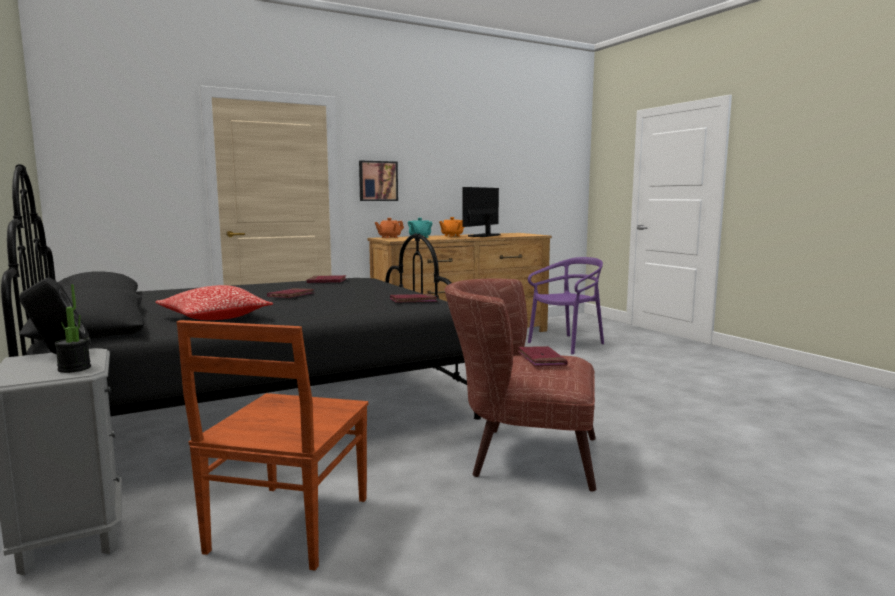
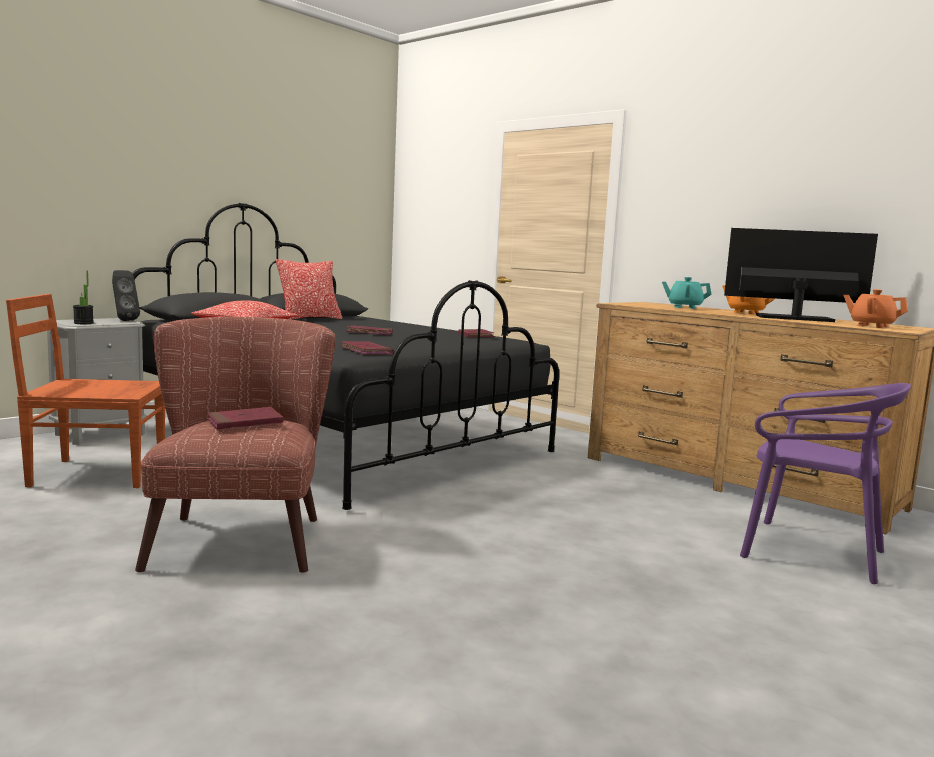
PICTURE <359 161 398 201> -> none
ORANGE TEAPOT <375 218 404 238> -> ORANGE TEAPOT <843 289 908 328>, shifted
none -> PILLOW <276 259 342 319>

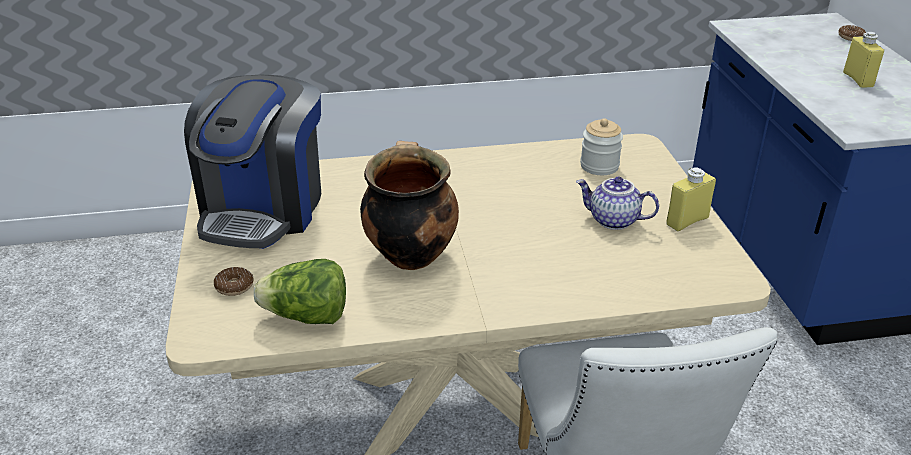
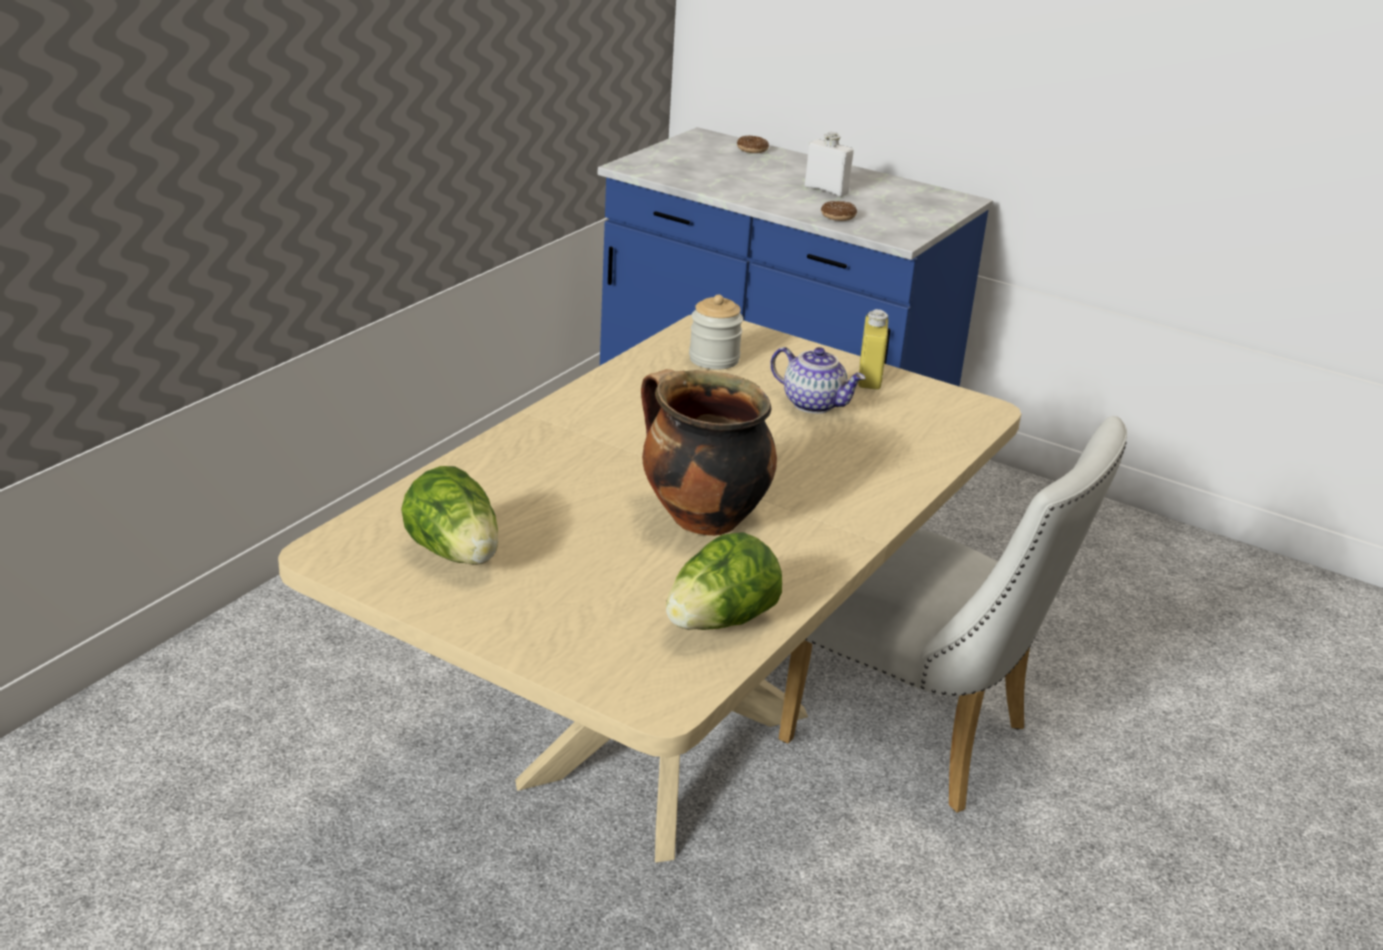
YELLOW BOTTLE <843 32 884 88> -> WHITE BOTTLE <805 132 853 197>
COFFEE MACHINE <184 75 321 249> -> LETTUCE <401 466 498 565>
TEAPOT <576 177 659 230> -> TEAPOT <770 347 865 414>, 120 degrees counterclockwise
DONUT <214 267 254 296> -> DONUT <821 201 857 221>, shifted

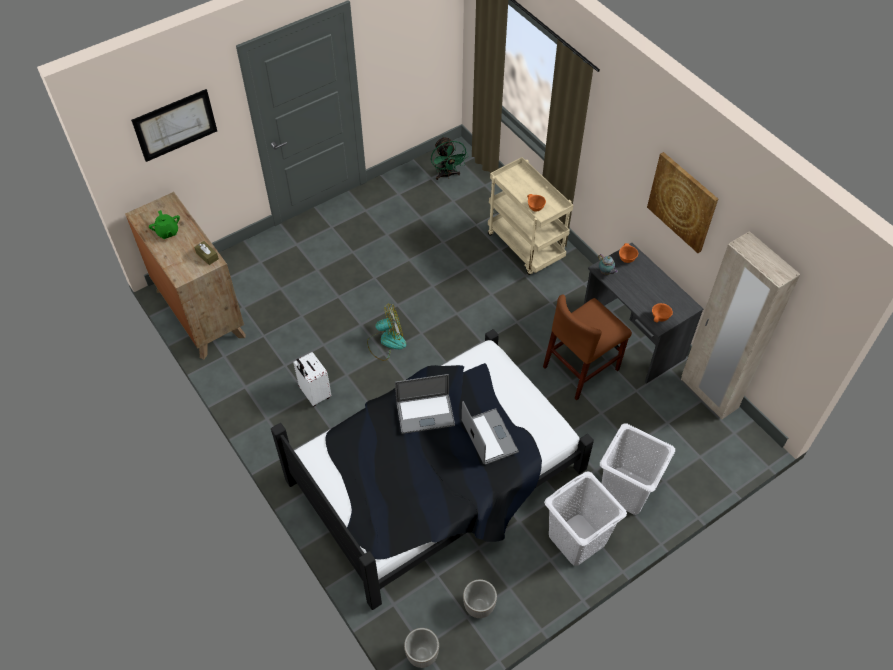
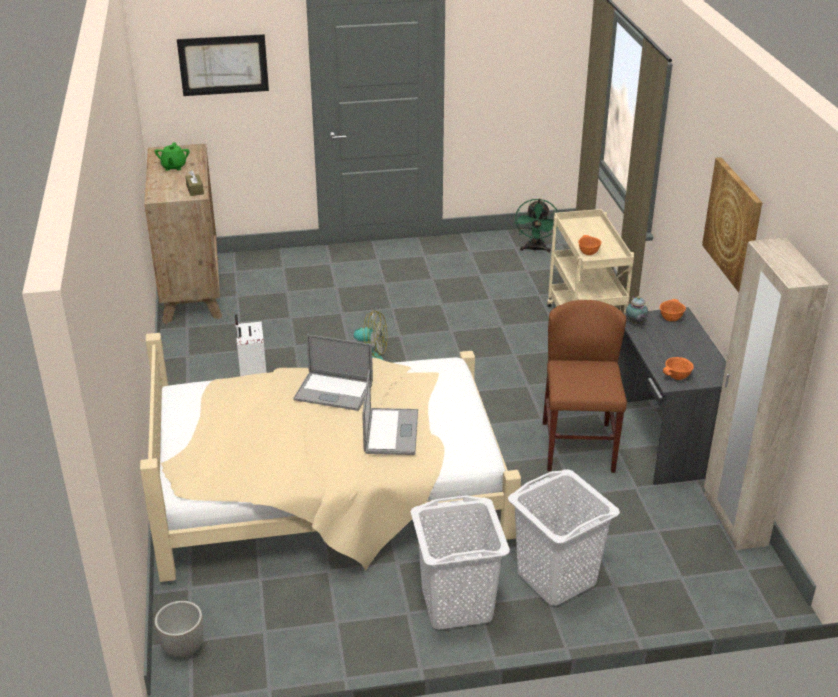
BROWN CHAIR <543 294 632 400> -> BROWN CHAIR <543 300 627 473>, 105 degrees clockwise
BLACK BED <271 329 594 610> -> BEIGE BED <140 333 521 582>
PLANTER <463 579 497 618> -> none

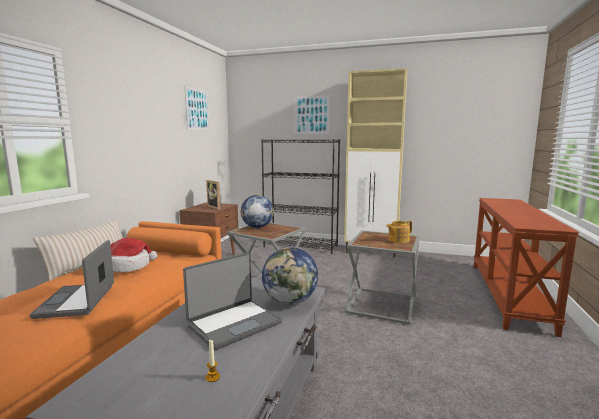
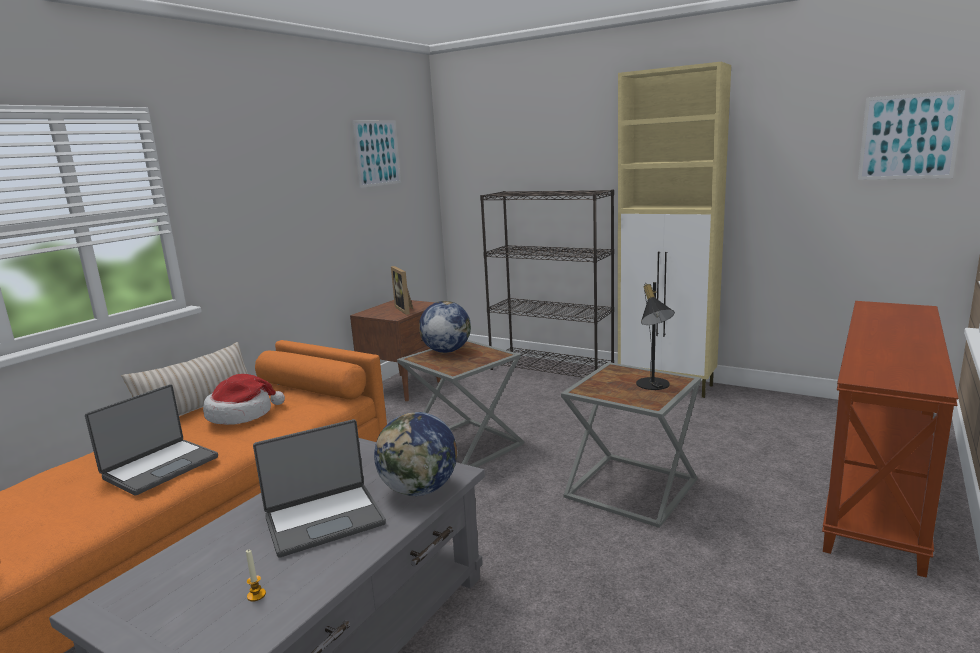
PICTURE <294 96 330 134> -> PICTURE <858 90 965 180>, shifted
TEAPOT <386 221 412 243> -> BLACK TABLE LAMP <636 282 675 390>
LAPTOP <30 240 114 319> -> LAPTOP <85 384 218 496>, 150 degrees counterclockwise

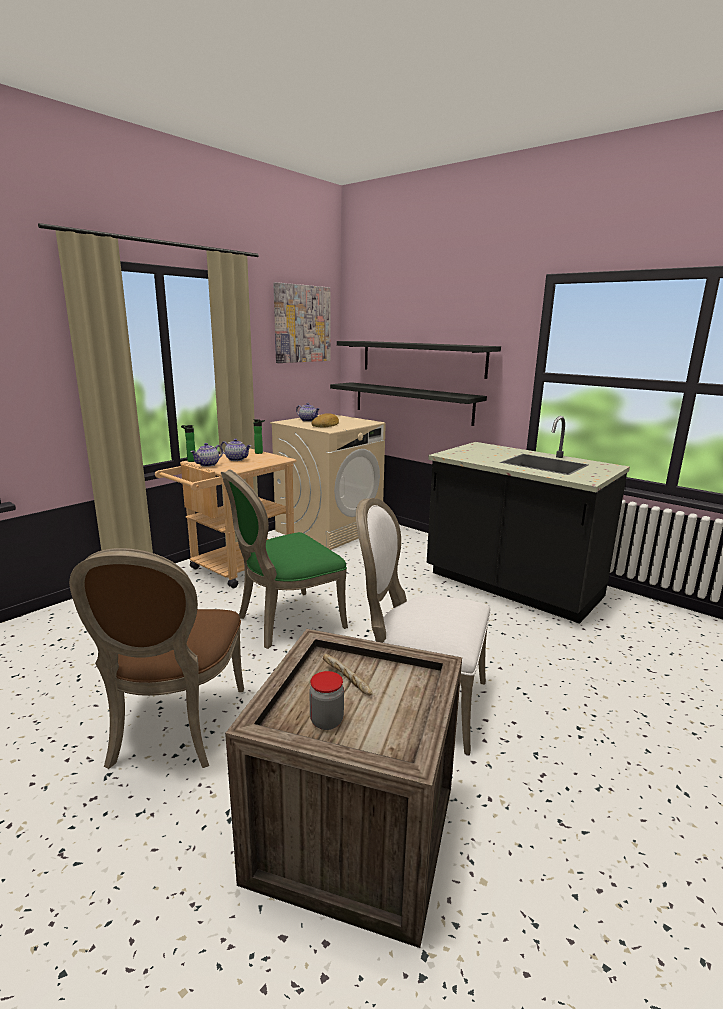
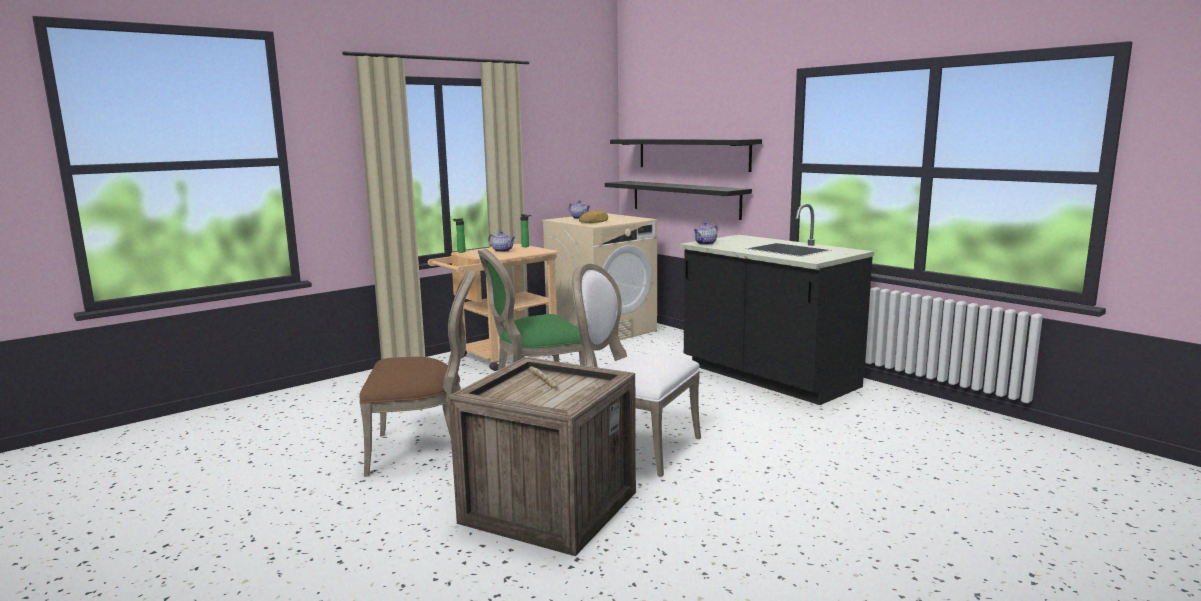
PICTURE <273 282 330 363> -> none
TEAPOT <190 443 223 467> -> TEAPOT <693 222 718 245>, shifted
BROWN CHAIR <69 548 244 769> -> BROWN CHAIR <359 270 476 477>, 105 degrees counterclockwise
JAR <309 671 344 730> -> none

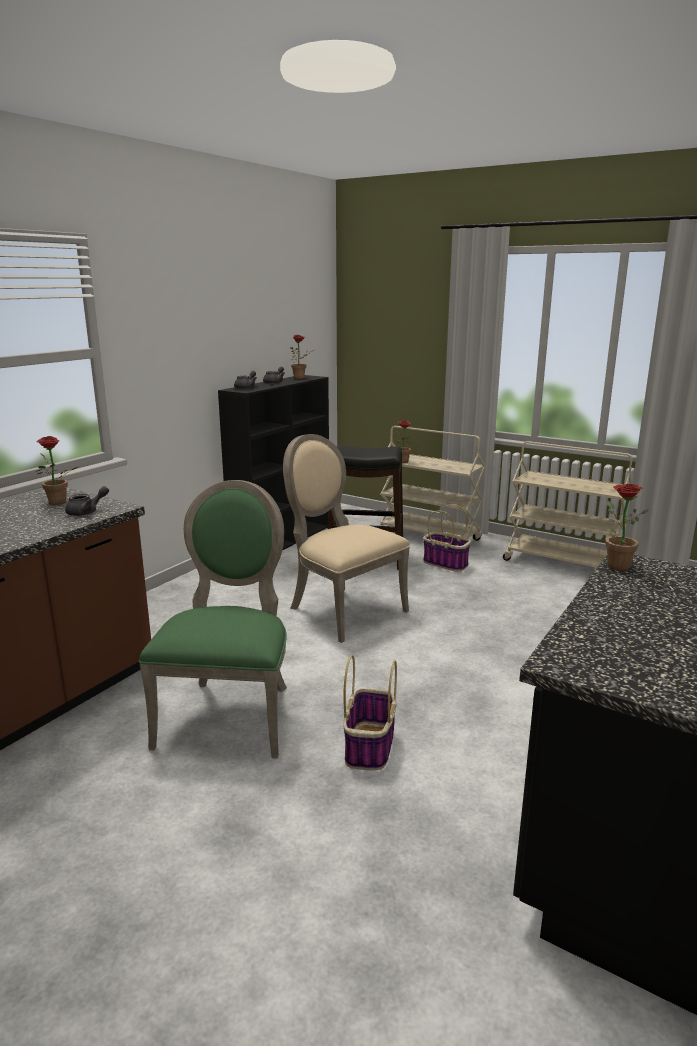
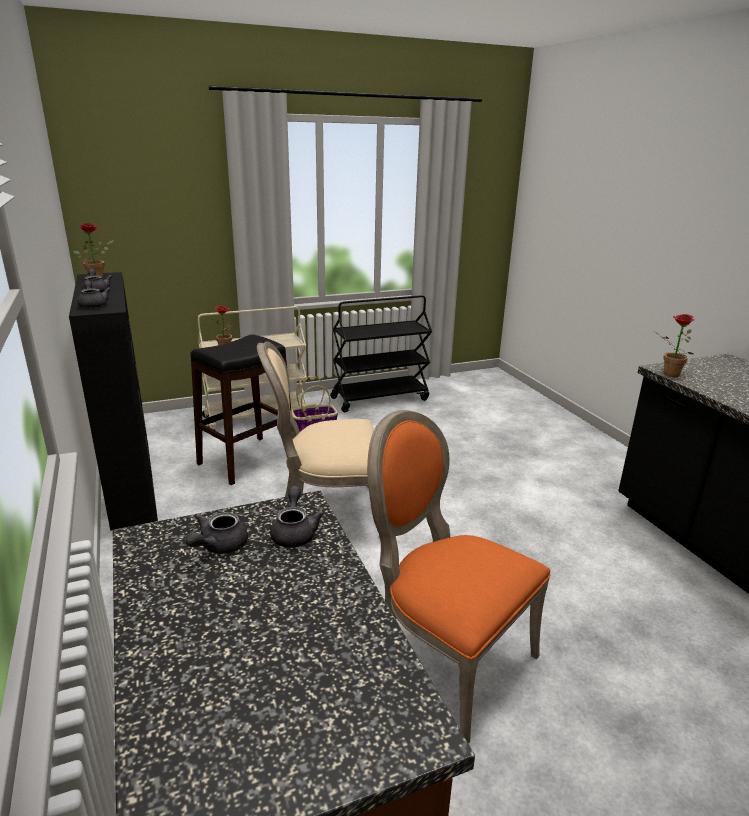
POTTED PLANT <36 436 78 505> -> GREY TEAPOT <186 512 248 554>
BEIGE CART <503 441 632 568> -> BLACK CART <330 295 432 412>
GREEN CHAIR <139 480 287 759> -> ORANGE CHAIR <367 410 550 744>
BASKET <343 655 397 770> -> none

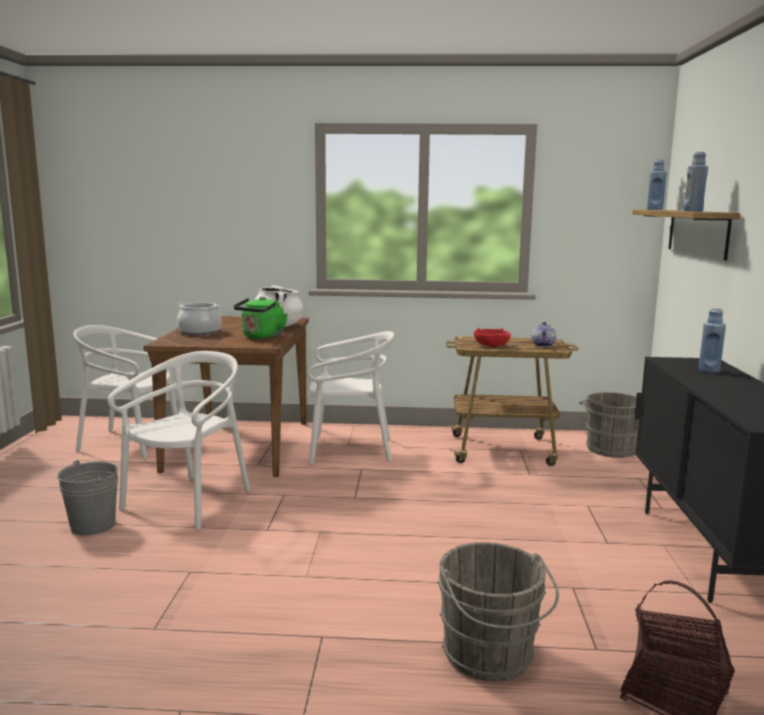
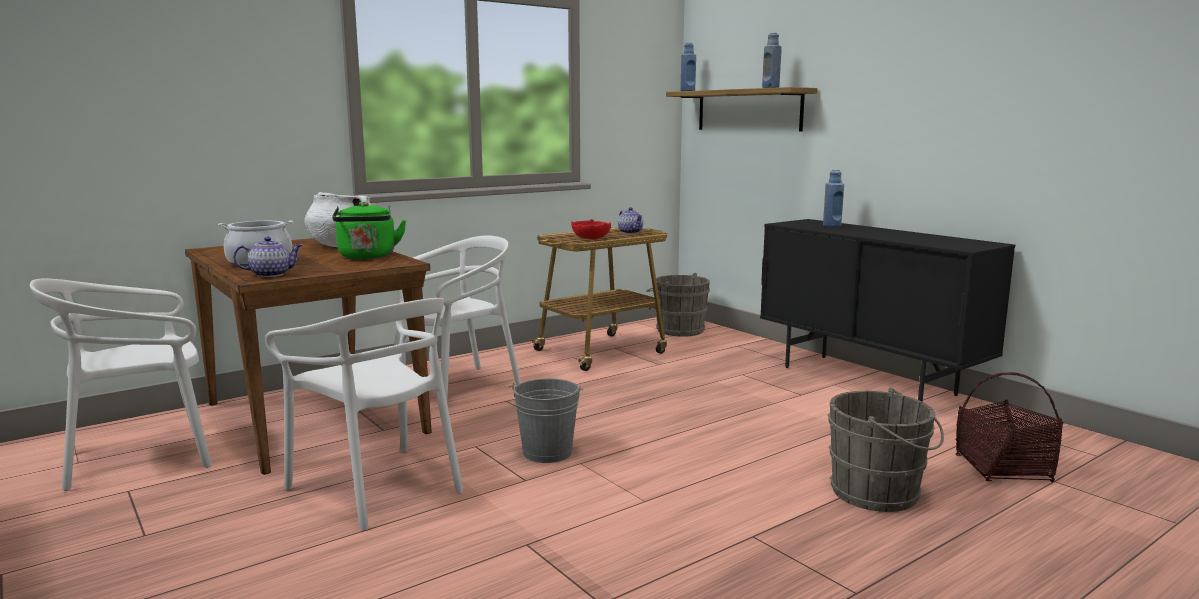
WHITE CHAIR <108 351 250 530> -> WHITE CHAIR <265 298 463 531>, 150 degrees clockwise
GREY BUCKET <57 460 118 536> -> GREY BUCKET <509 378 583 463>, shifted
none -> TEAPOT <233 237 302 277>

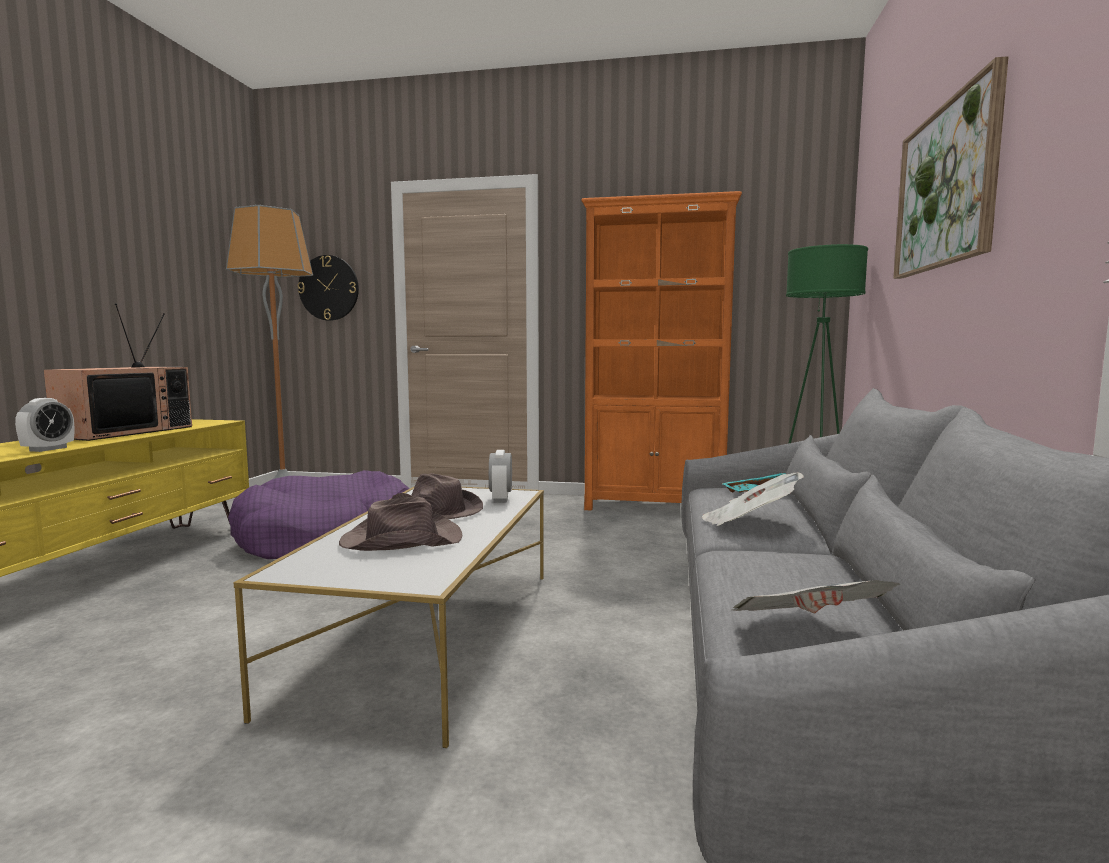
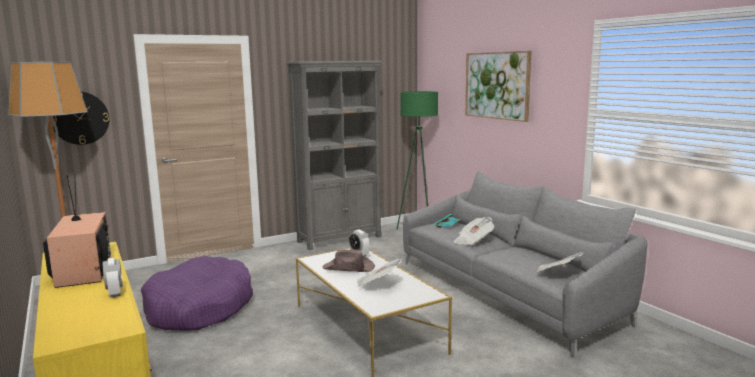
ORANGE BOOKCASE <581 191 742 511> -> GREY BOOKCASE <286 61 382 250>
BROWN HAT <339 497 462 551> -> NEWSPAPER <357 259 402 287>

